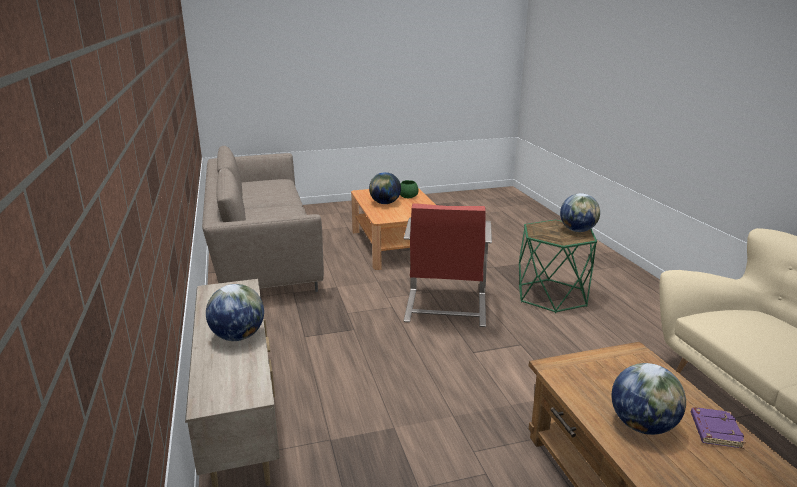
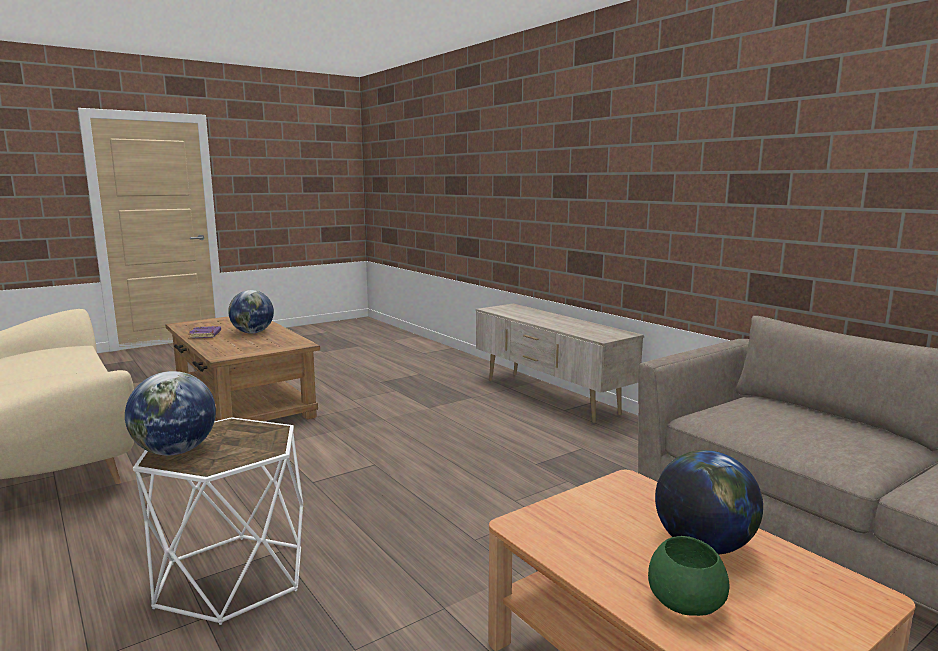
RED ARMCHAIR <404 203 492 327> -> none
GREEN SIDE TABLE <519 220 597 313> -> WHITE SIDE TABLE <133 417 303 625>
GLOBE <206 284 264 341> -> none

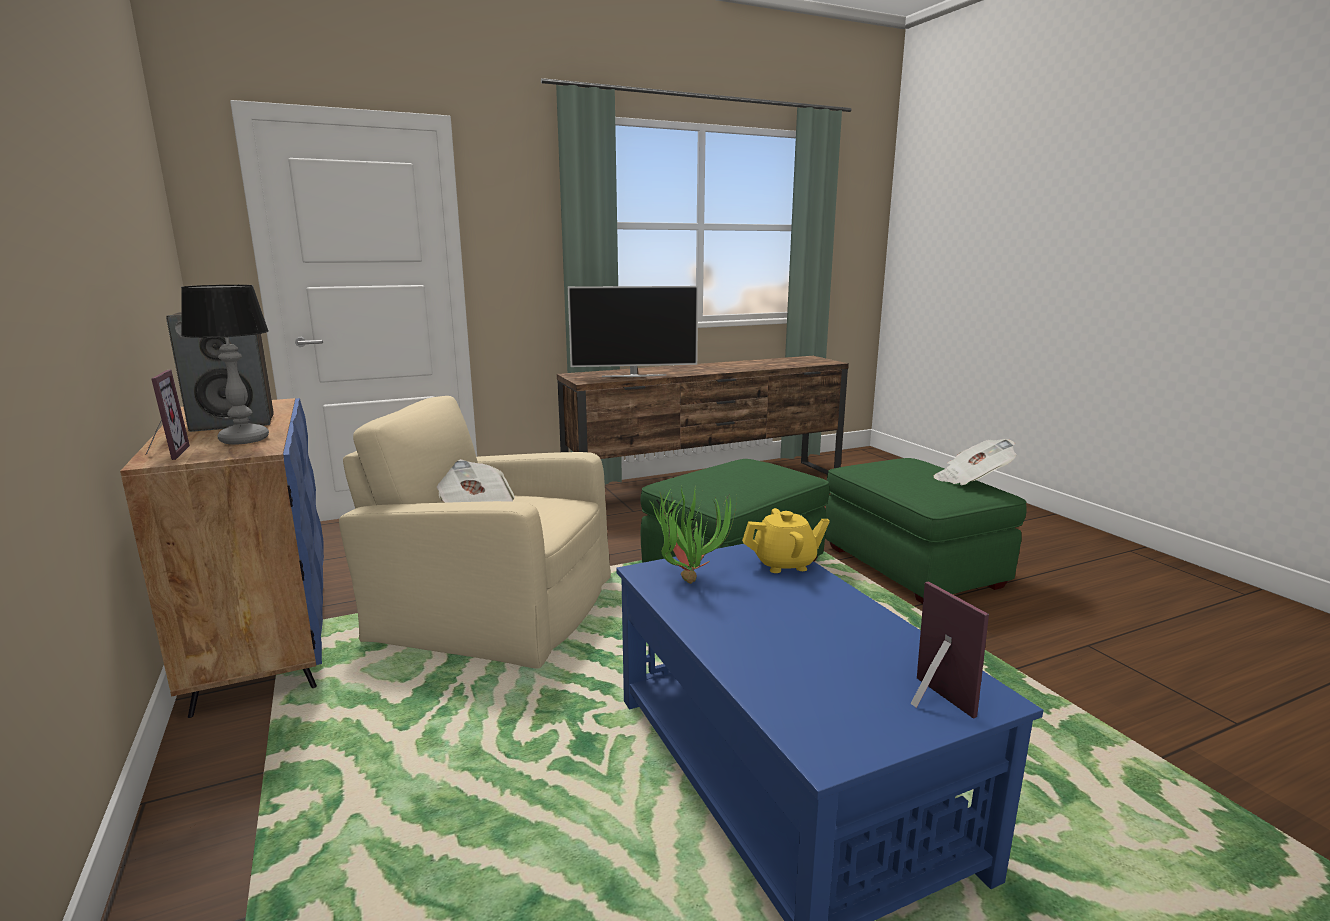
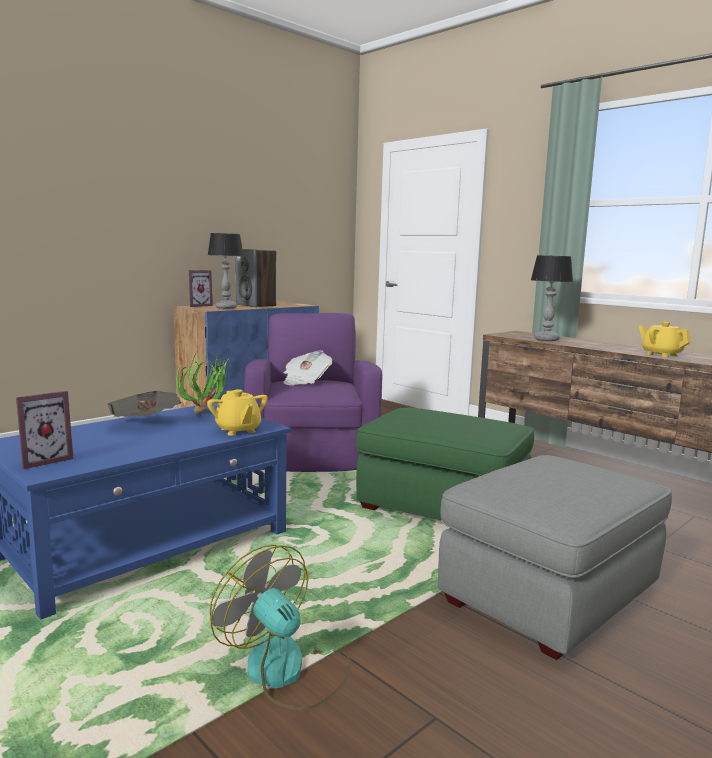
TELEVISION <568 286 698 377> -> TABLE LAMP <531 255 573 341>
BEIGE ARMCHAIR <339 396 611 669> -> PURPLE ARMCHAIR <244 313 382 472>
NEWSPAPER <934 439 1016 485> -> NEWSPAPER <107 391 181 417>, shifted
GREEN OTTOMAN <825 458 1027 604> -> GREY OTTOMAN <438 455 672 660>
none -> YELLOW TEAPOT <639 322 691 357>
none -> FAN <210 545 351 711>

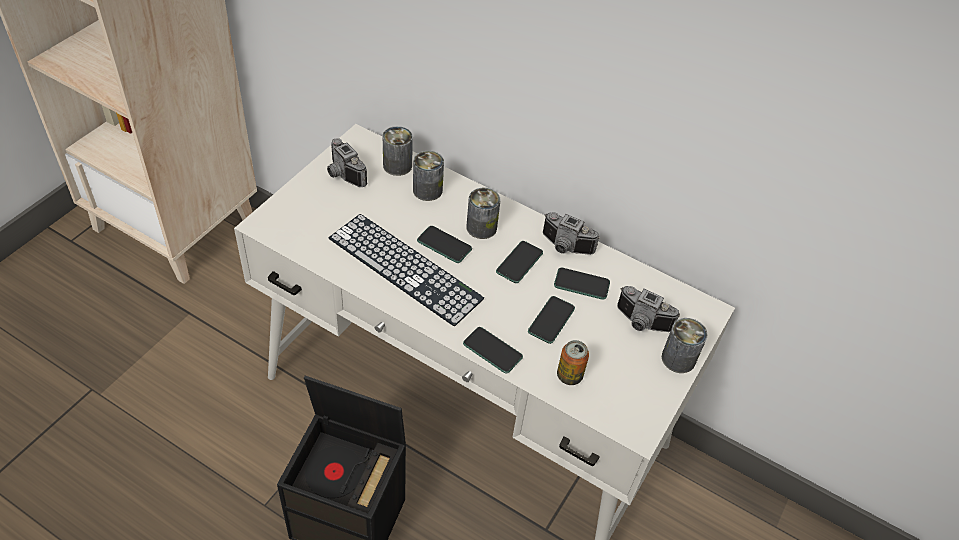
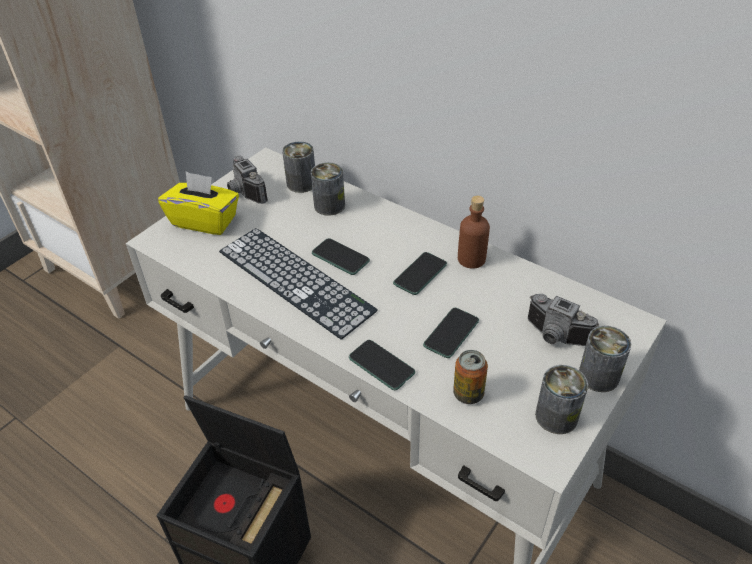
CAN <466 188 501 239> -> CAN <535 365 588 434>, shifted
PHOTO CAMERA <543 212 600 255> -> BROWN BOTTLE <458 196 490 269>
PHONE <554 268 610 300> -> none
none -> YELLOW TISSUE BOX <158 172 239 235>

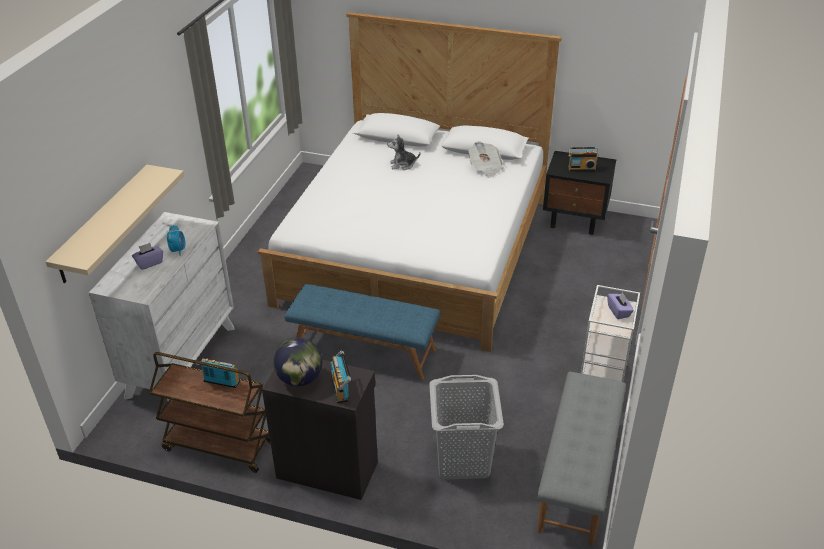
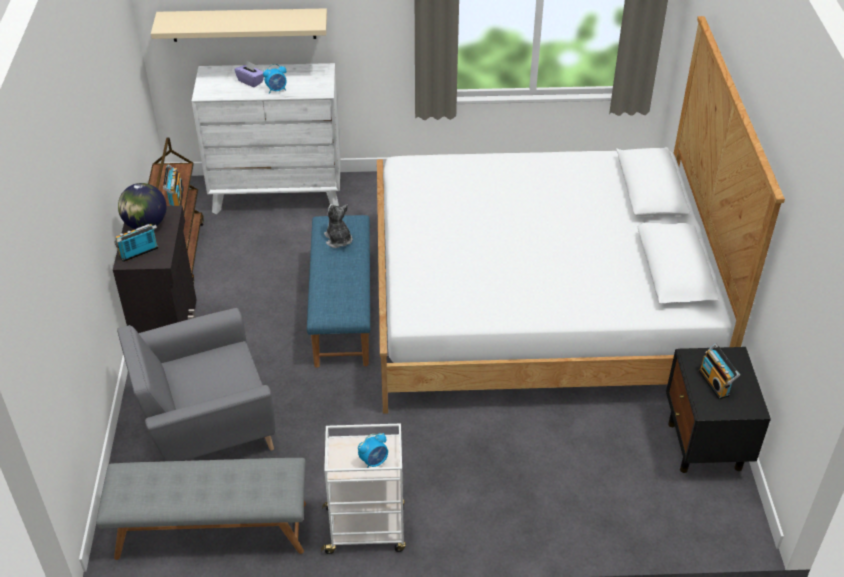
PLUSH TOY <388 134 421 170> -> PLUSH TOY <324 204 353 248>, shifted
NEWSPAPER <468 141 504 178> -> none
PURPLE TISSUE BOX <607 292 634 319> -> ALARM CLOCK <358 433 388 468>
GREY LAUNDRY BASKET <429 375 504 480> -> GREY ARMCHAIR <117 308 275 461>

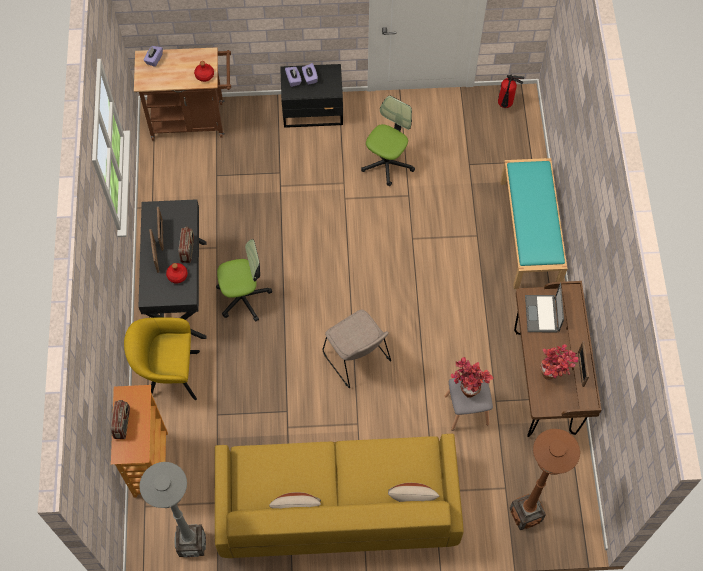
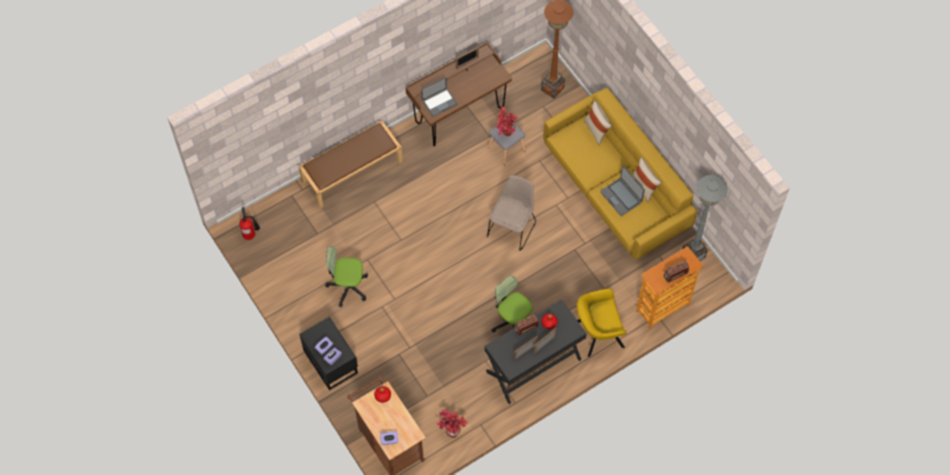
TURQUOISE BENCH <500 158 568 289> -> BROWN BENCH <299 121 403 208>
YELLOW ARMCHAIR <124 317 200 400> -> YELLOW ARMCHAIR <577 289 627 357>, 105 degrees clockwise
POTTED PLANT <540 344 578 380> -> POTTED PLANT <436 409 468 438>, shifted
none -> LAPTOP <600 165 645 216>

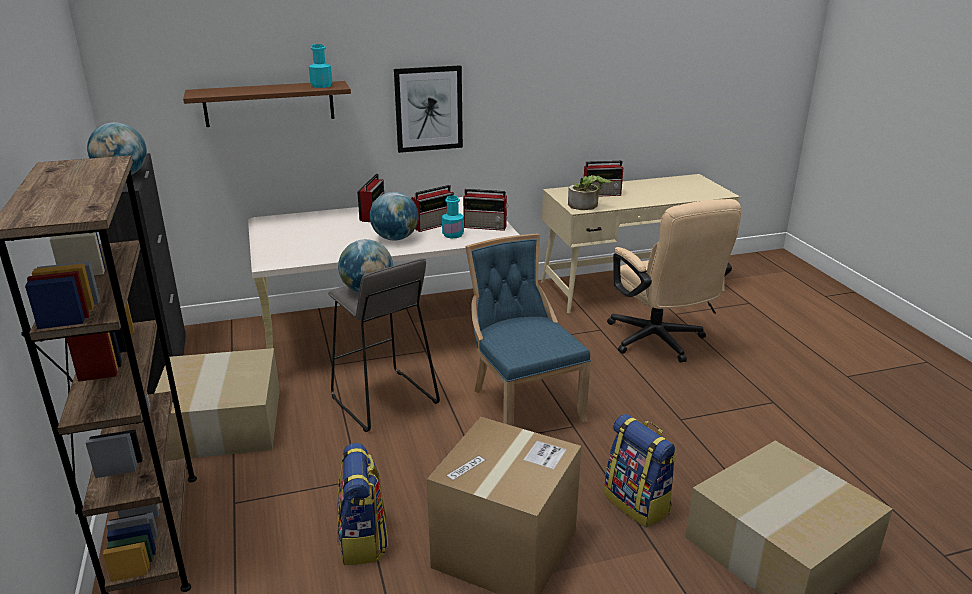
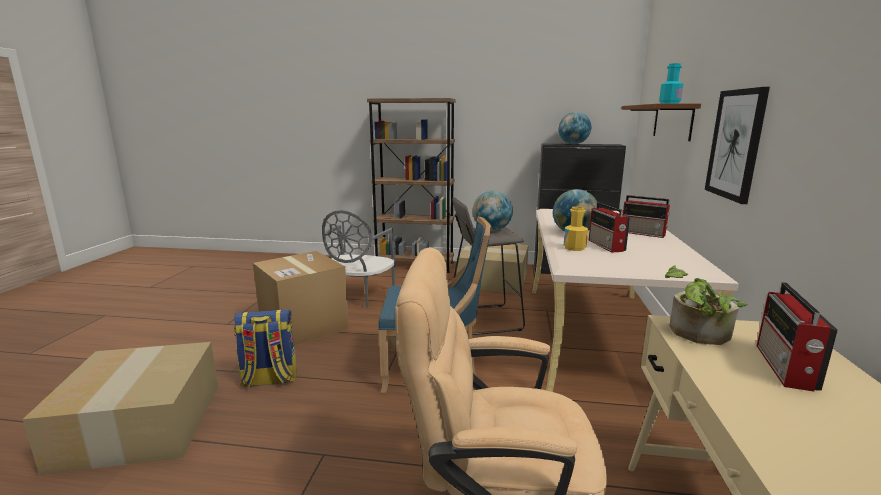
RADIO <463 189 509 231> -> none
TURQUOISE BOTTLE <442 196 464 239> -> YELLOW BOTTLE <564 206 588 251>
BACKPACK <337 443 388 565> -> GREY CHAIR <322 210 395 308>

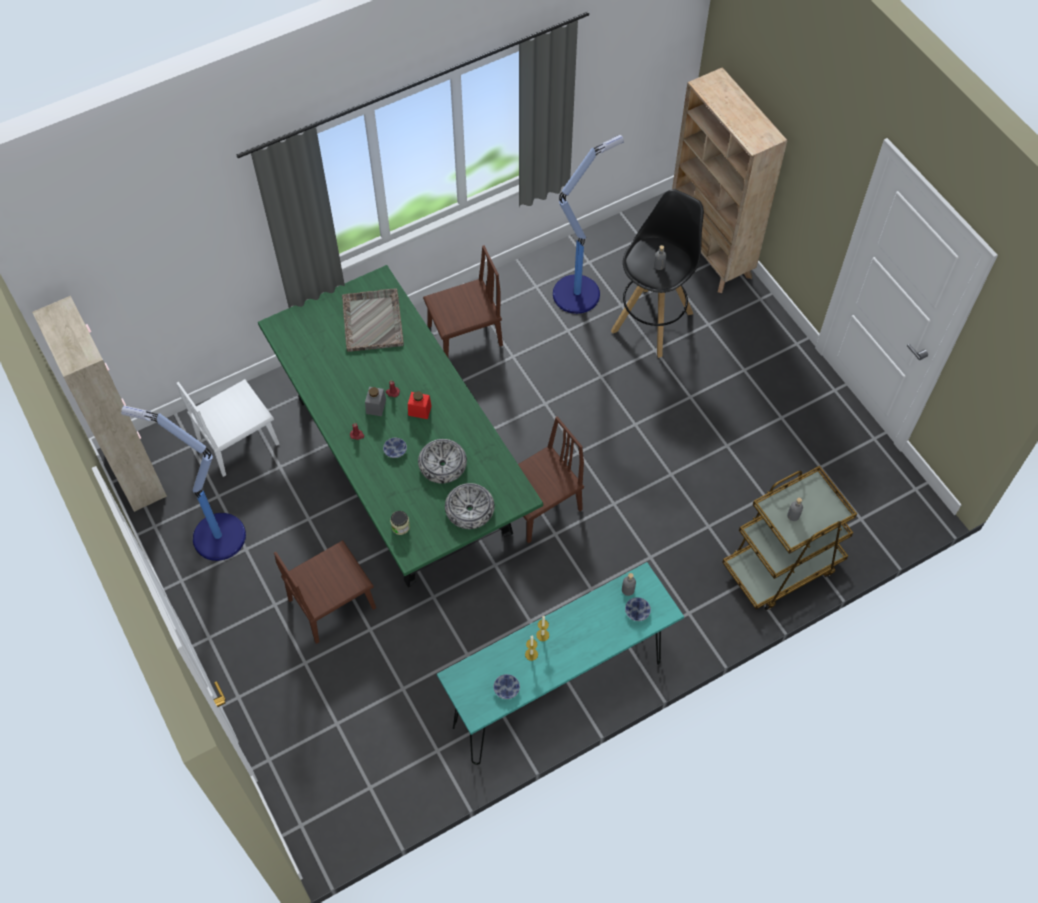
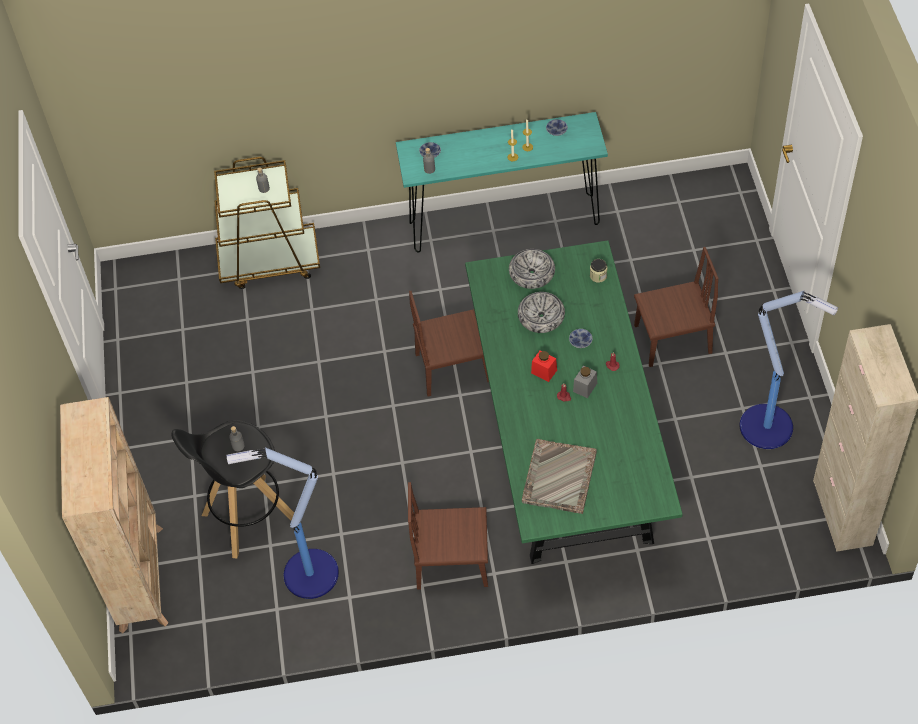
WHITE CHAIR <177 379 279 477> -> none

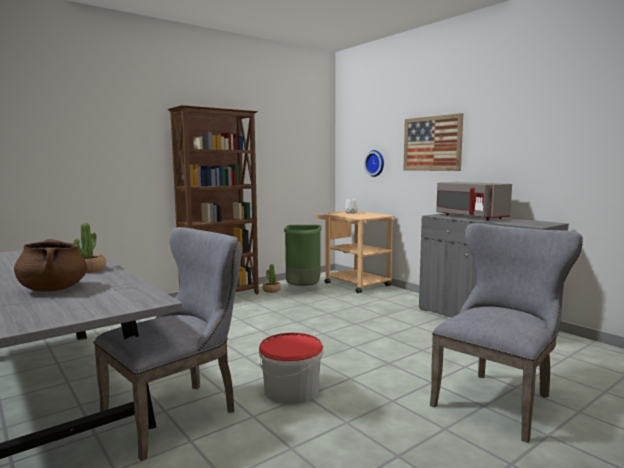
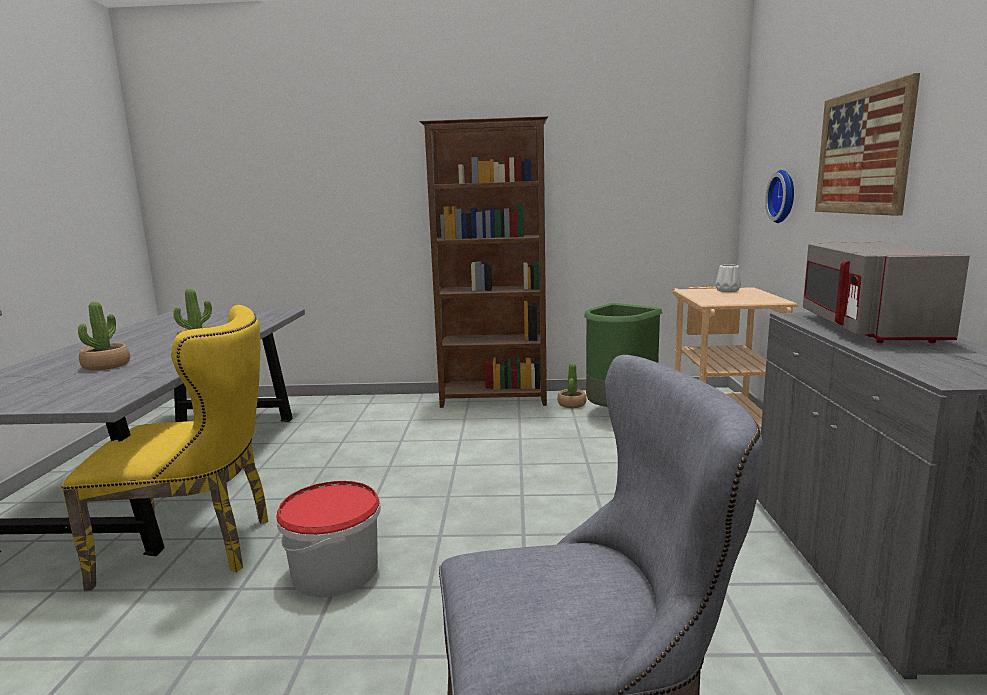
GREY CHAIR <94 227 241 461> -> YELLOW CHAIR <62 305 268 591>
BROWN COOKING POT <14 239 87 292> -> POTTED PLANT <78 302 130 370>

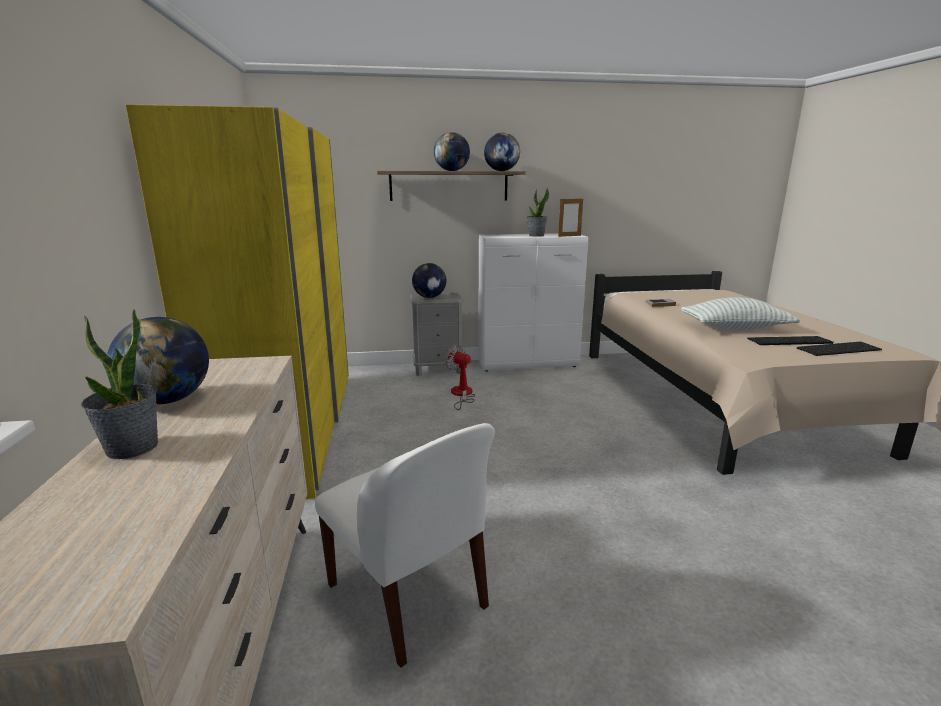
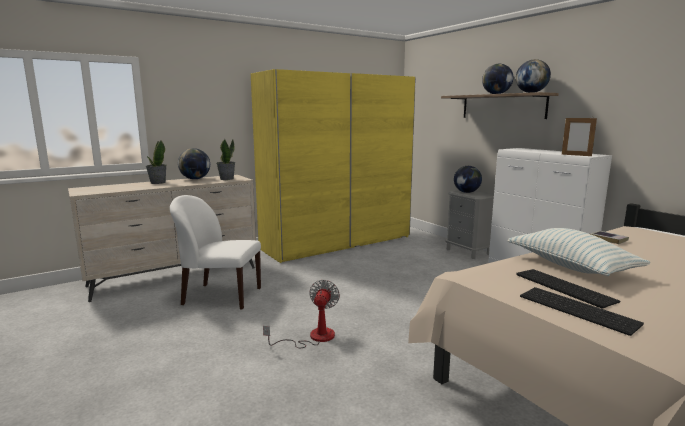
POTTED PLANT <527 188 549 237> -> POTTED PLANT <217 139 235 180>, shifted
FAN <445 344 475 410> -> FAN <263 280 340 348>, shifted
WHITE CHAIR <315 423 495 668> -> WHITE CHAIR <170 195 261 310>, 75 degrees clockwise

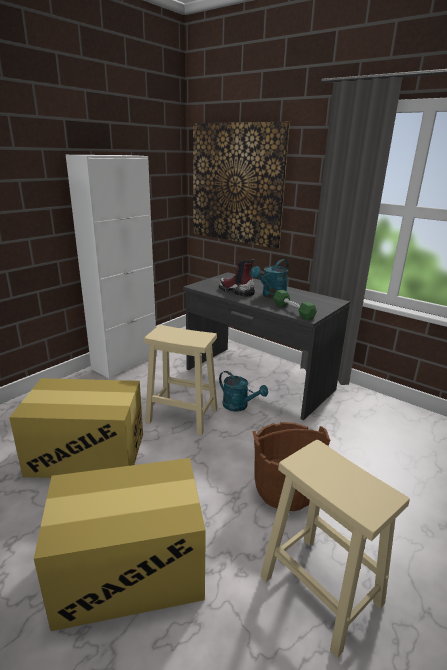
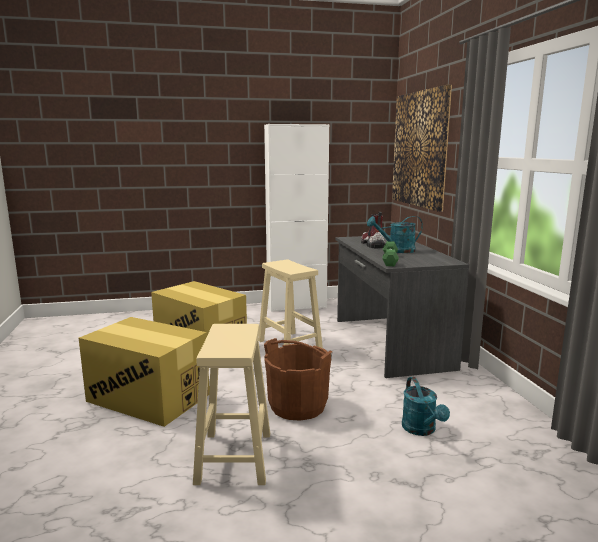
TURQUOISE WATERING CAN <219 371 268 412> -> TURQUOISE WATERING CAN <402 377 450 436>, shifted

